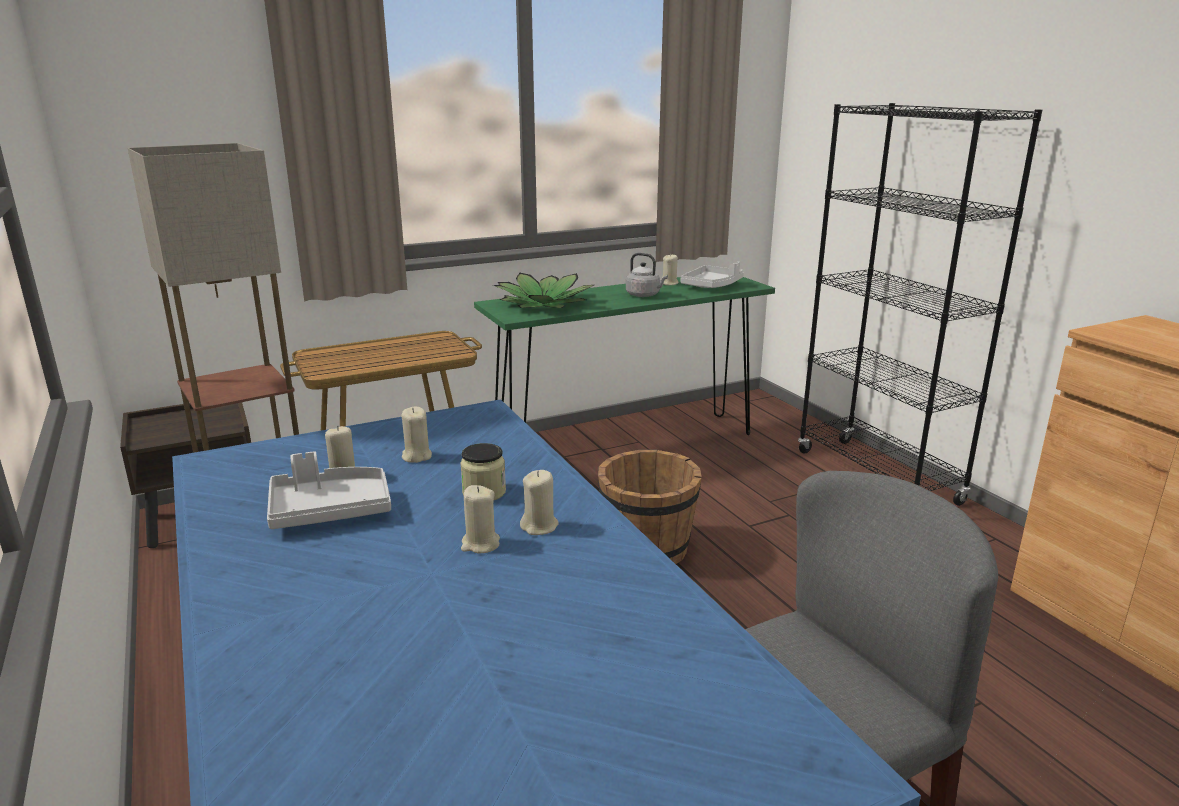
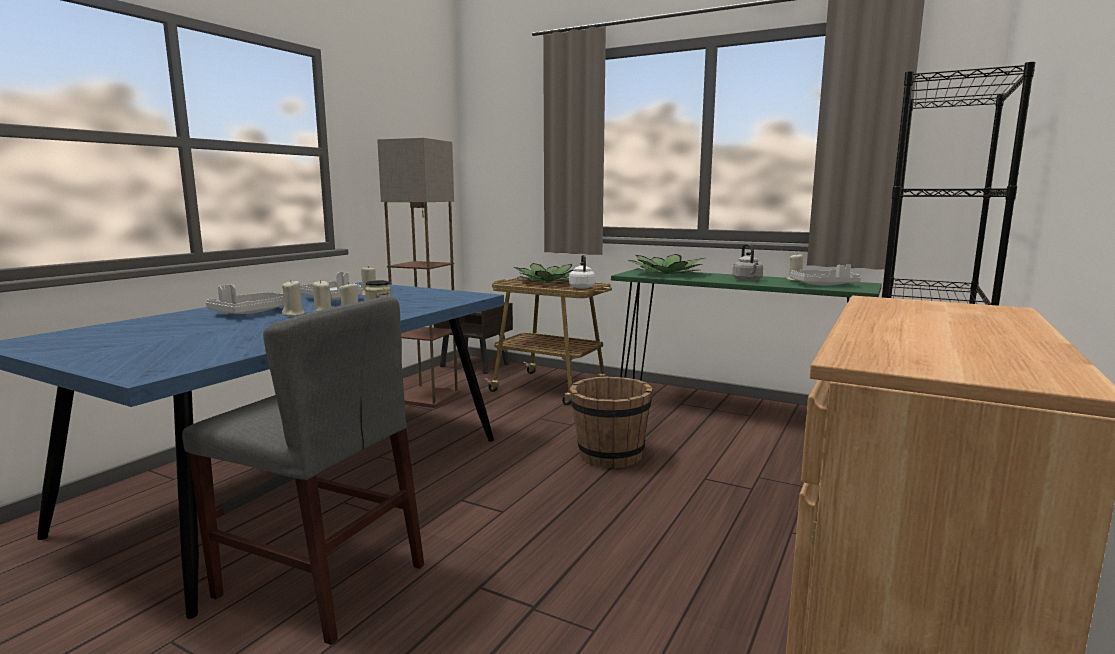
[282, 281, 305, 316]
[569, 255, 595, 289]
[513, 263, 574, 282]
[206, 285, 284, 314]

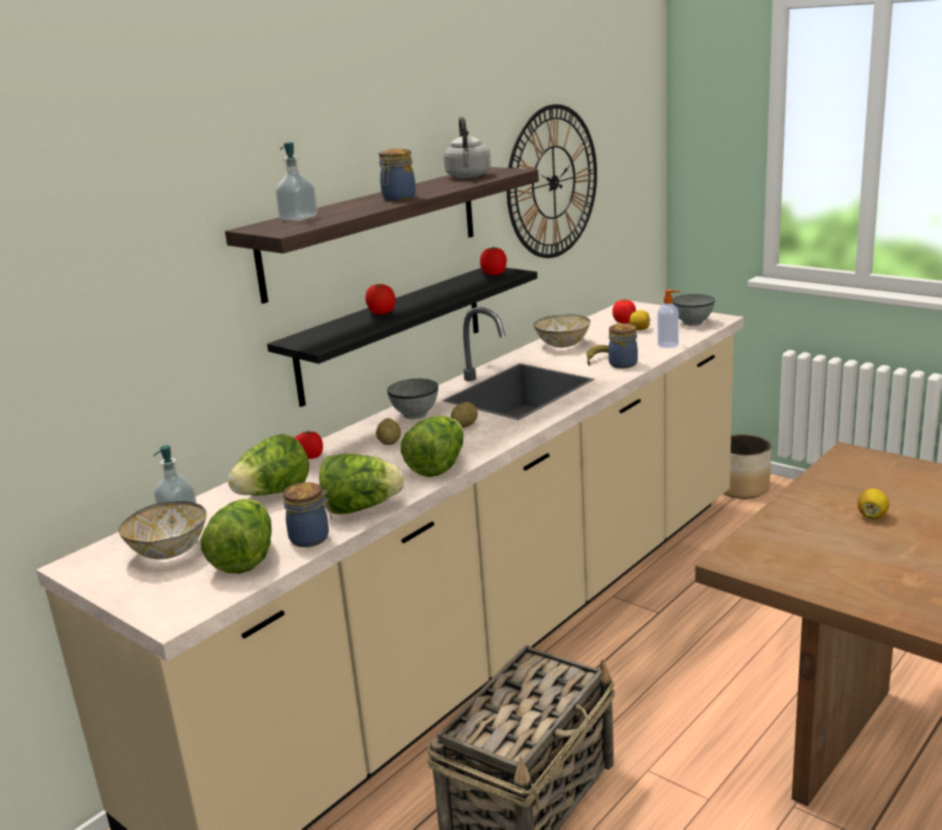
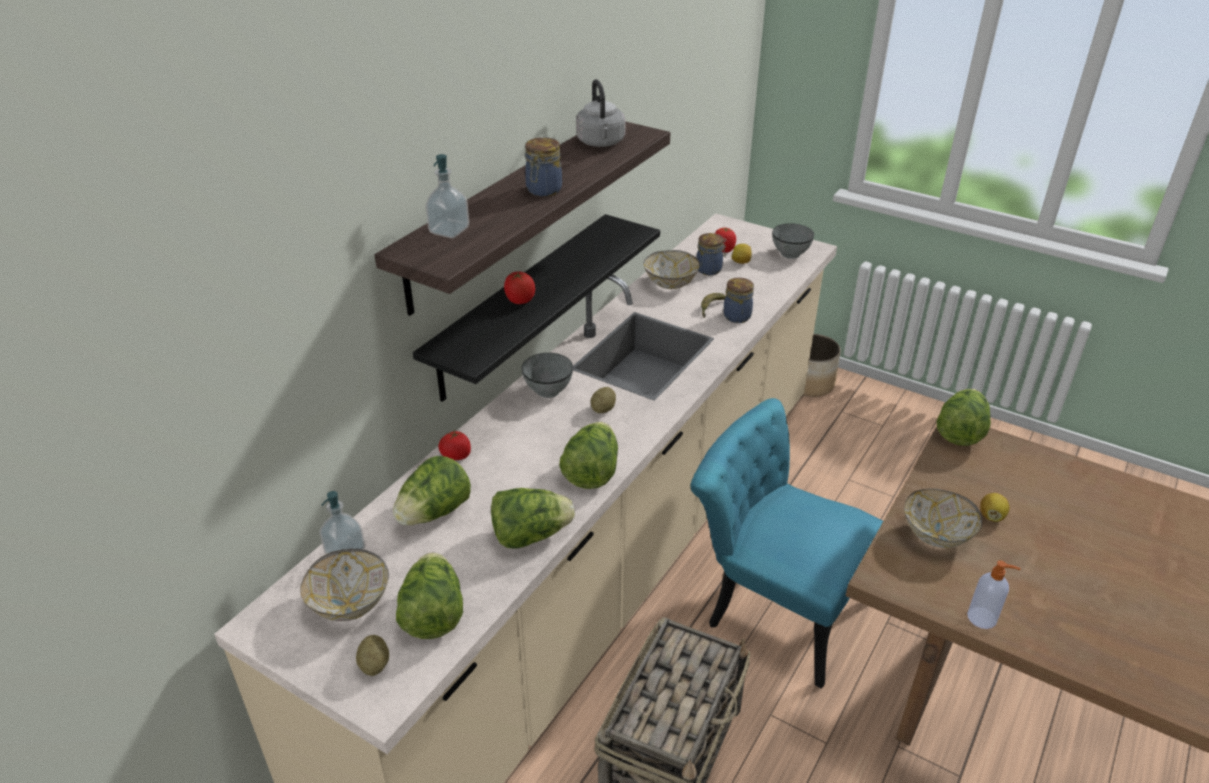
[507, 104, 597, 258] (first image)
[480, 247, 507, 275] (first image)
[967, 560, 1020, 629]
[356, 635, 389, 676]
[696, 233, 726, 275]
[937, 389, 991, 446]
[691, 398, 883, 689]
[904, 488, 982, 548]

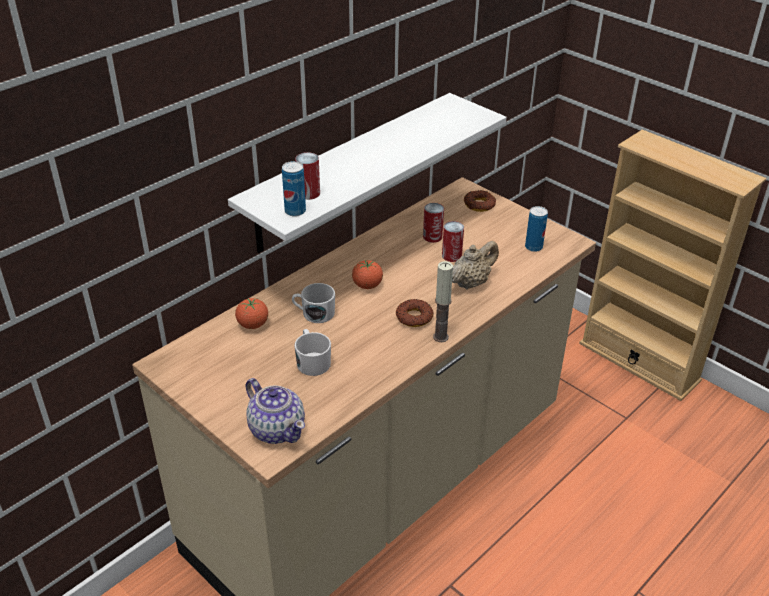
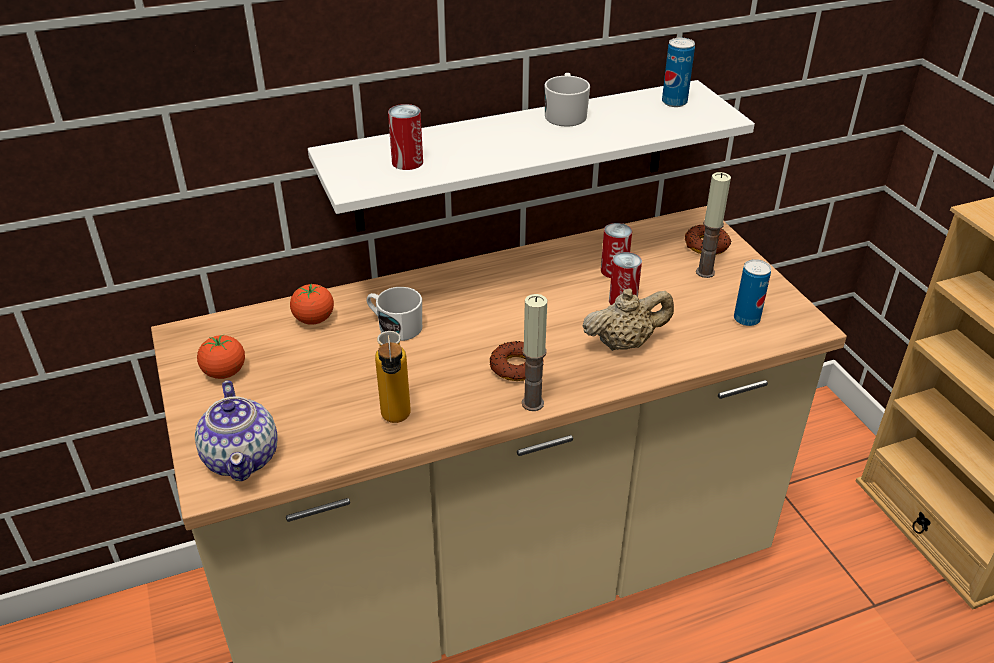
[662, 38, 695, 107]
[197, 334, 245, 379]
[544, 73, 590, 127]
[696, 172, 731, 278]
[375, 331, 411, 423]

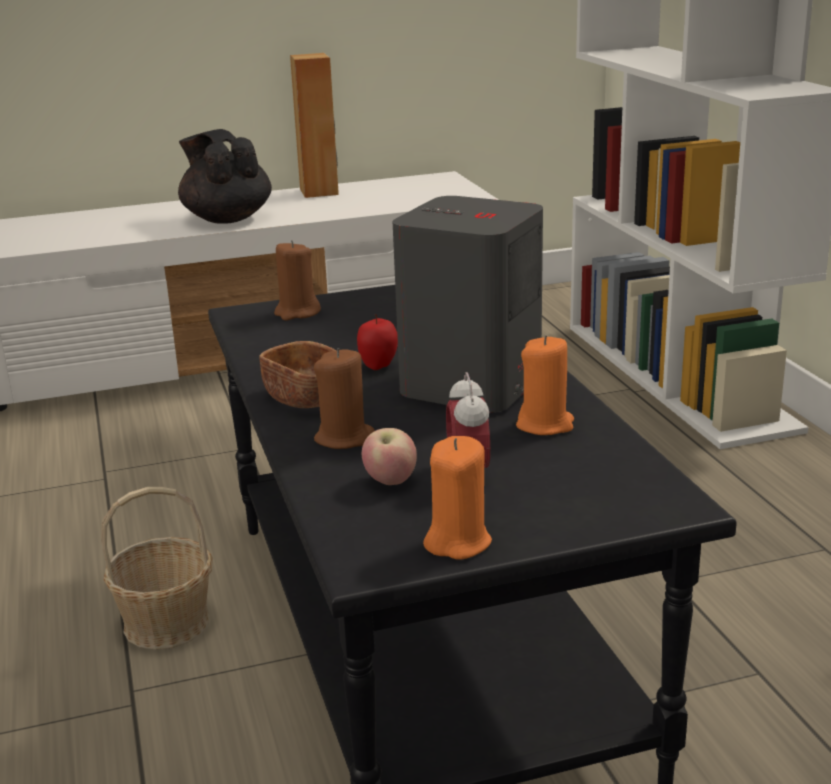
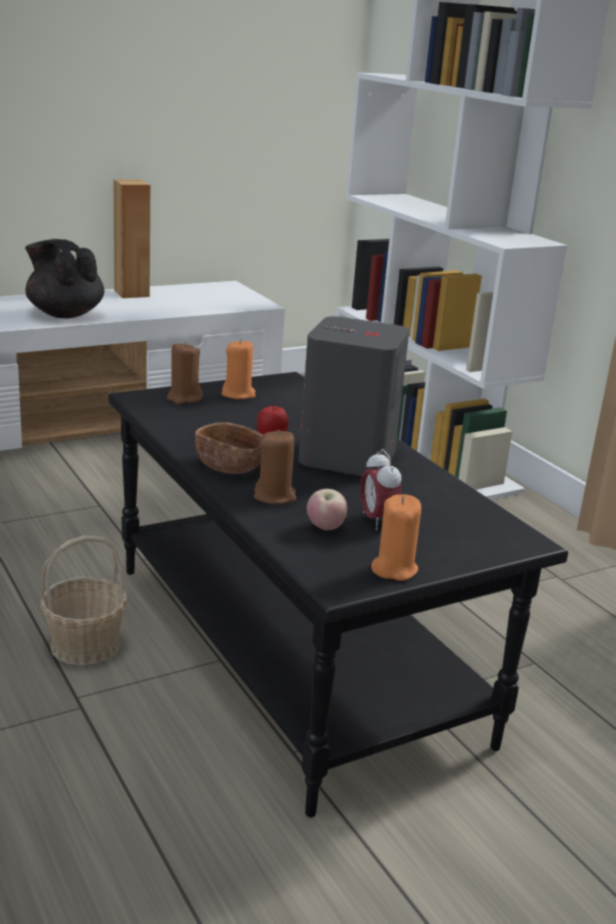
[221, 339, 256, 399]

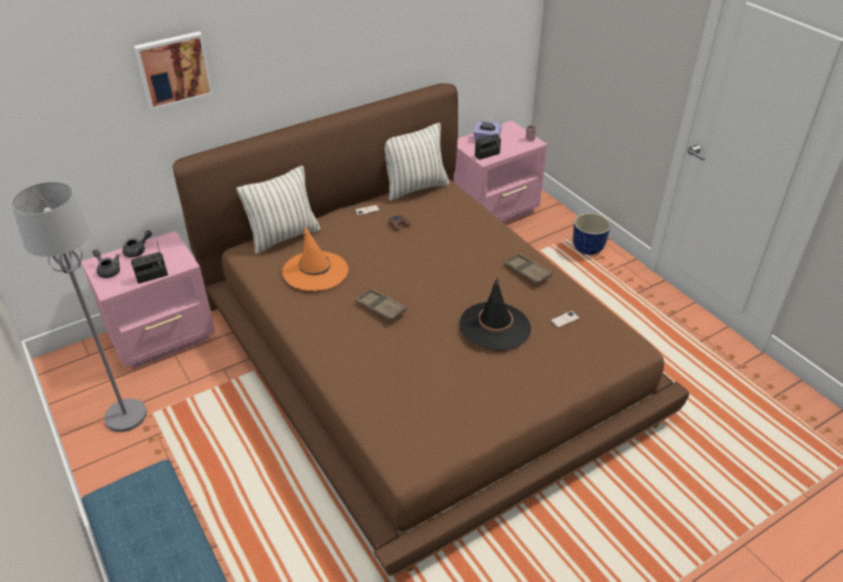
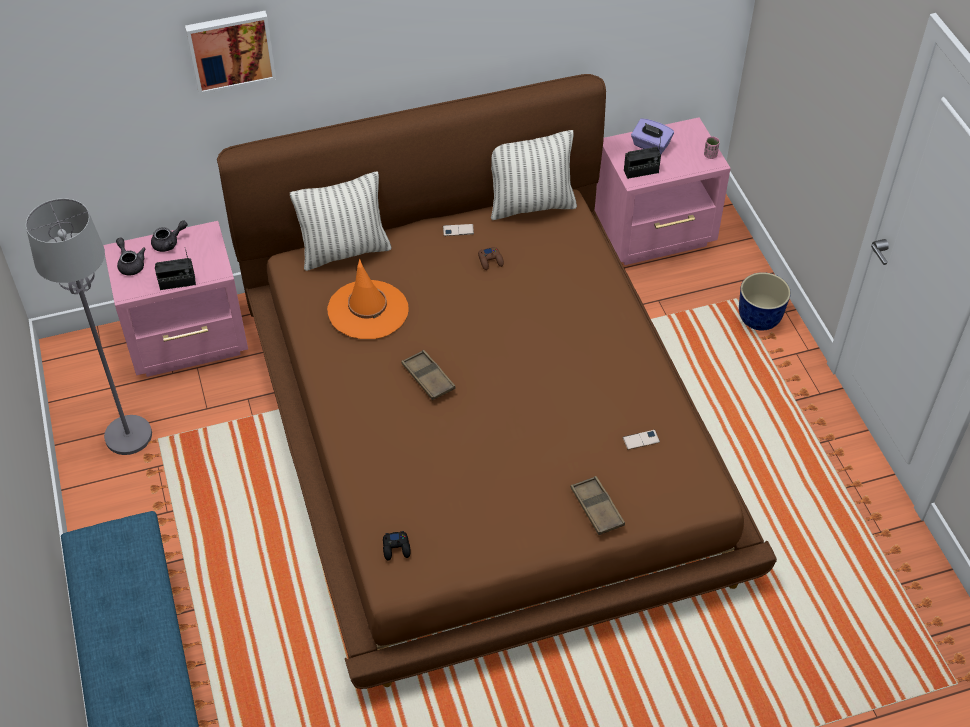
[571, 476, 625, 535]
[460, 278, 531, 351] (first image)
[383, 531, 411, 560]

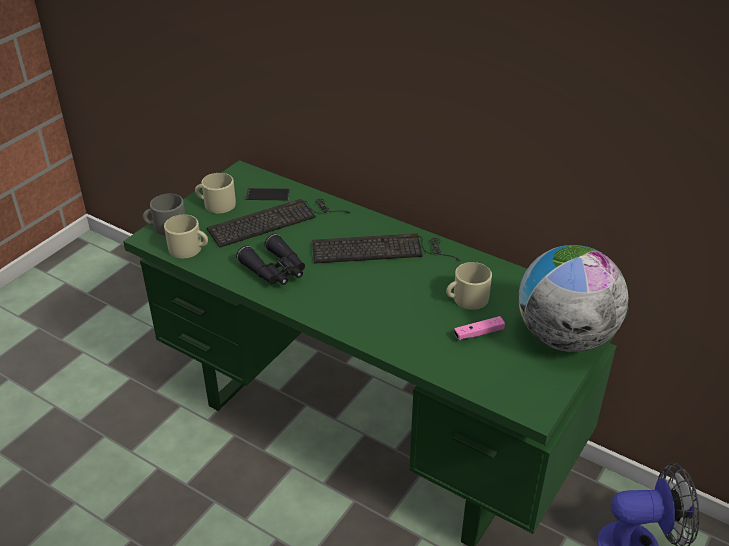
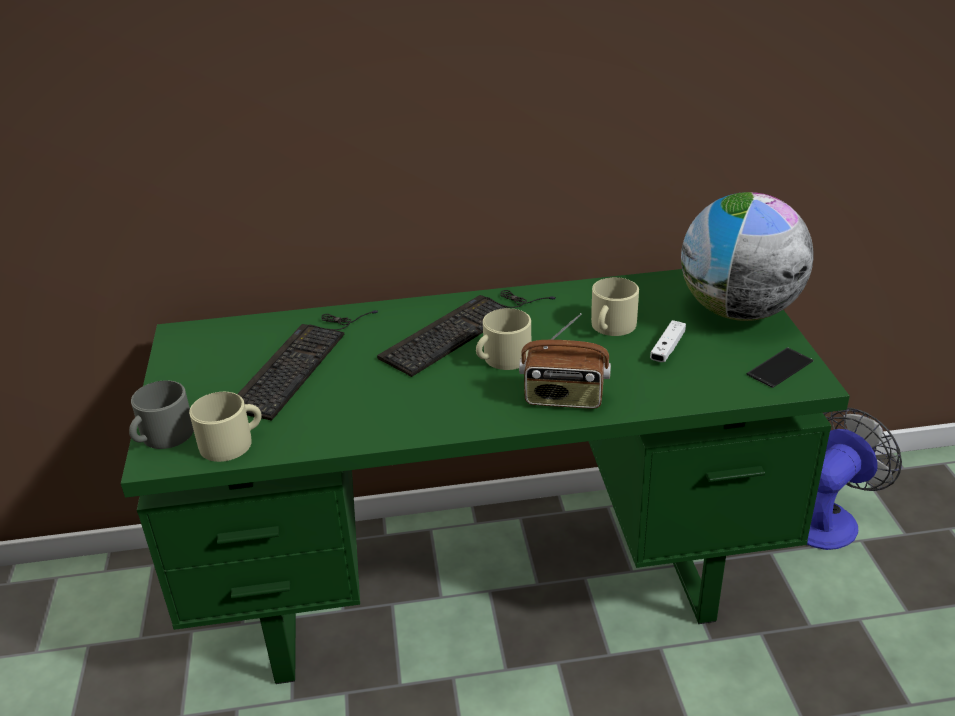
[476, 308, 531, 370]
[746, 347, 814, 388]
[236, 234, 305, 285] (first image)
[650, 320, 686, 362]
[519, 313, 611, 409]

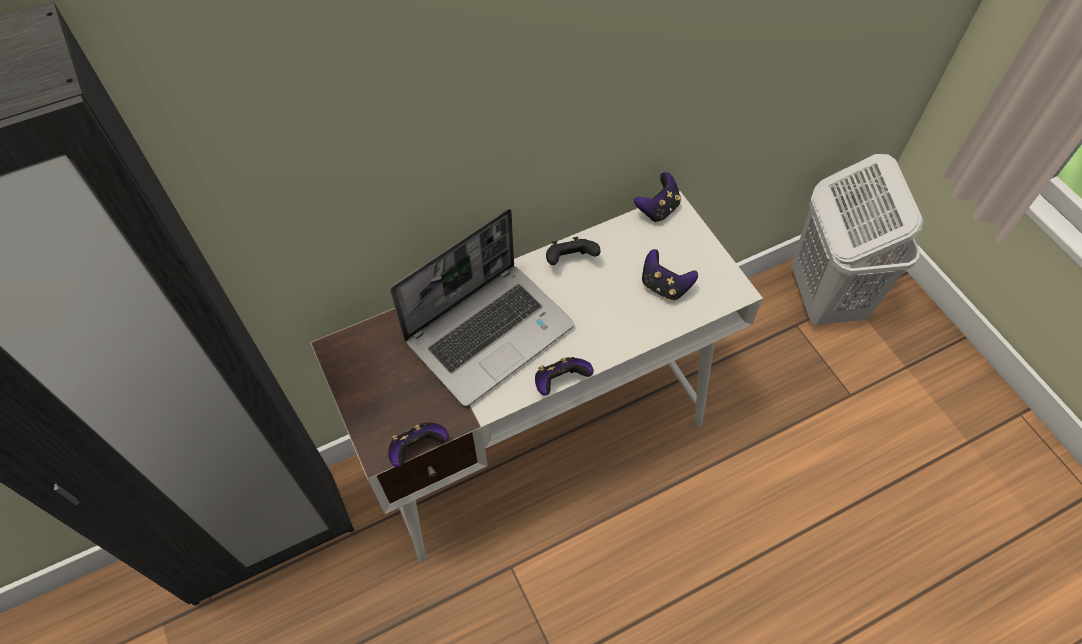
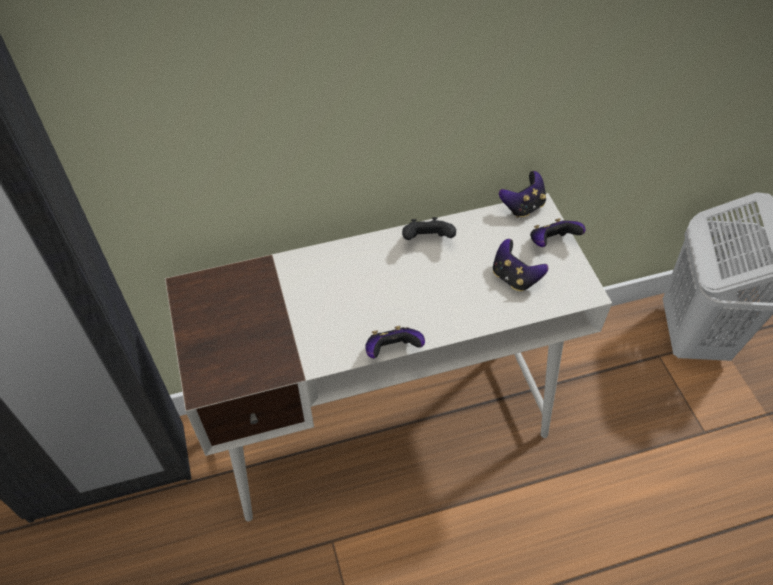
[390, 208, 574, 406] (first image)
[530, 218, 586, 247]

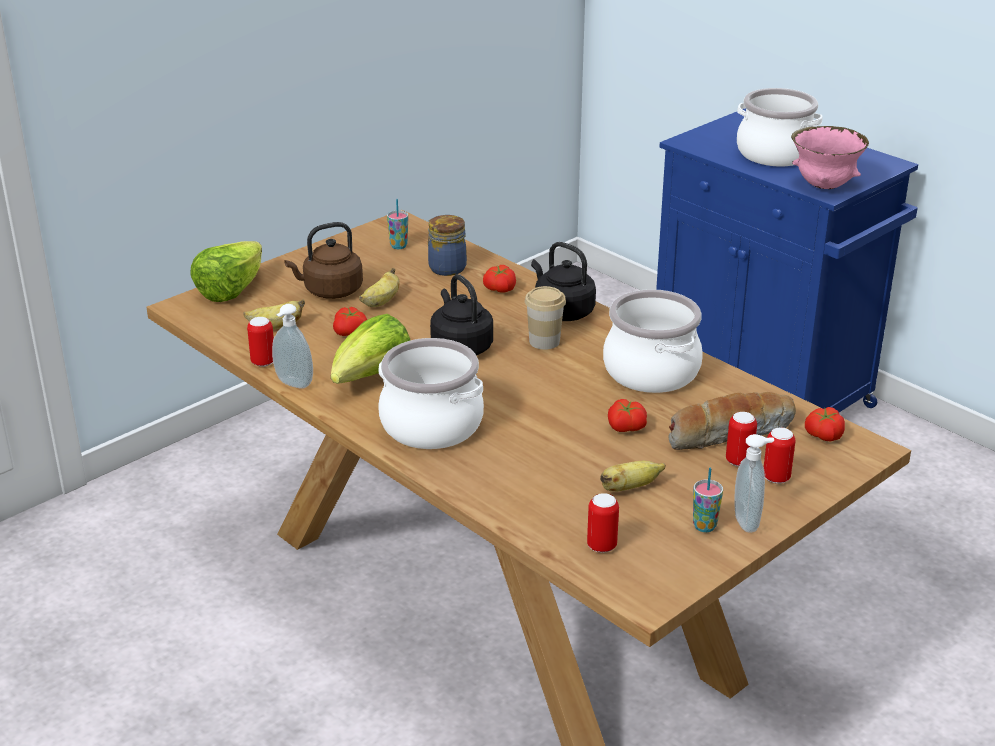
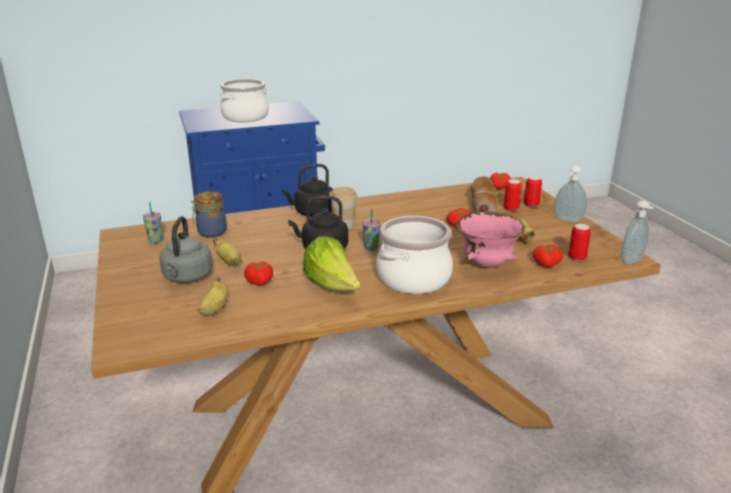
[456, 212, 525, 268]
[159, 216, 212, 283]
[190, 241, 262, 302] (first image)
[532, 245, 563, 267]
[603, 289, 703, 393] (first image)
[621, 201, 654, 264]
[247, 317, 274, 367] (first image)
[363, 209, 380, 251]

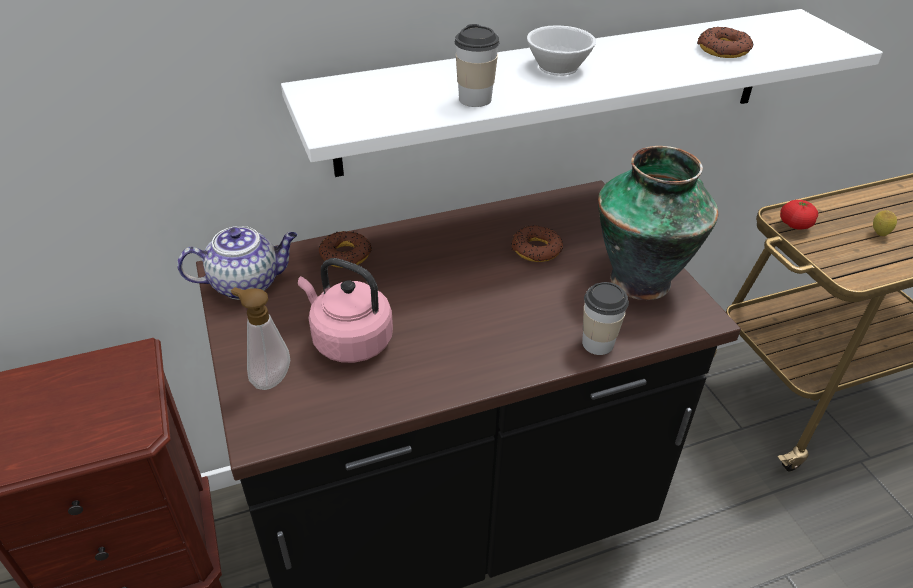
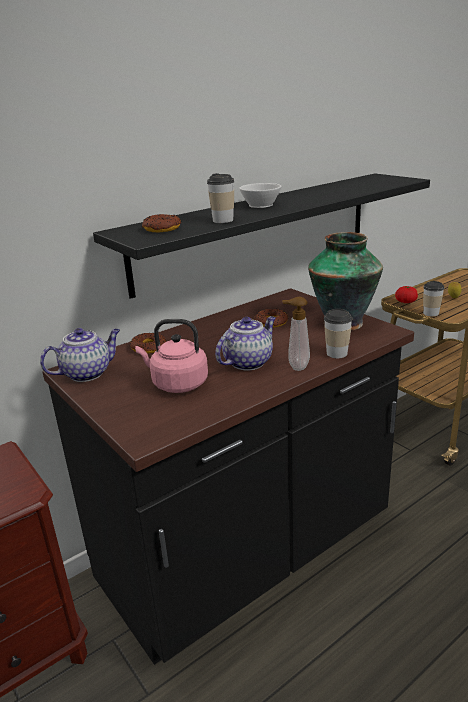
[93, 174, 430, 299]
[142, 214, 181, 232]
[282, 297, 310, 371]
[423, 281, 445, 316]
[215, 316, 276, 371]

